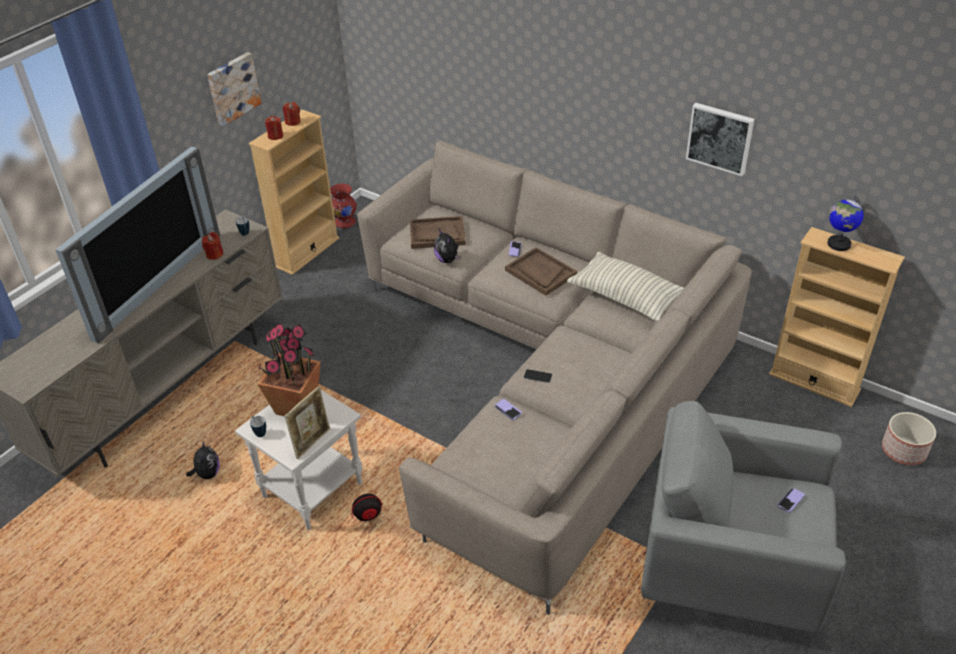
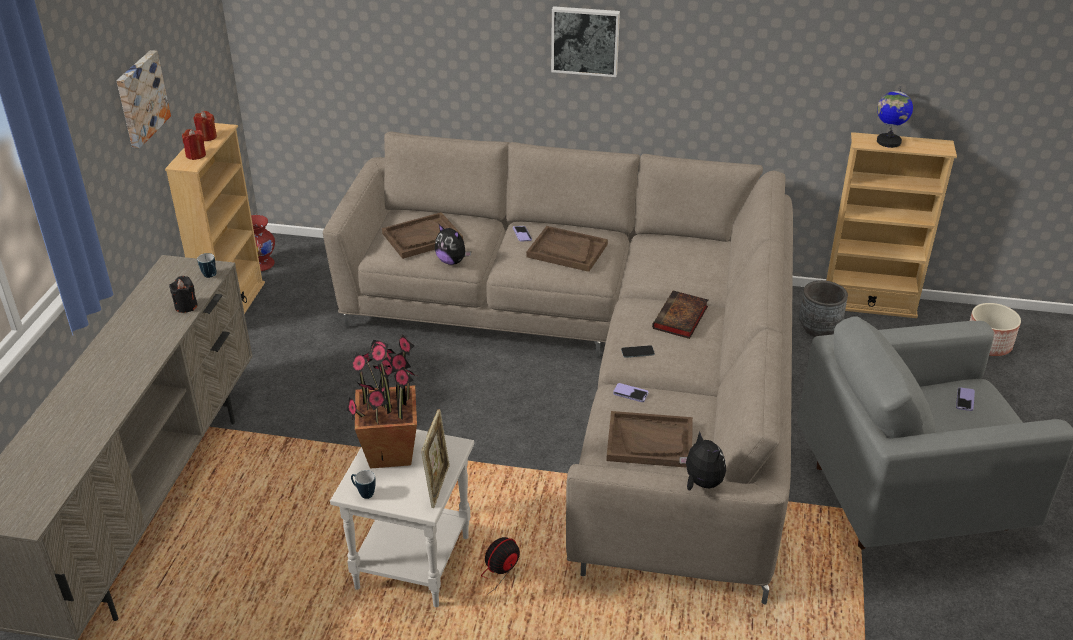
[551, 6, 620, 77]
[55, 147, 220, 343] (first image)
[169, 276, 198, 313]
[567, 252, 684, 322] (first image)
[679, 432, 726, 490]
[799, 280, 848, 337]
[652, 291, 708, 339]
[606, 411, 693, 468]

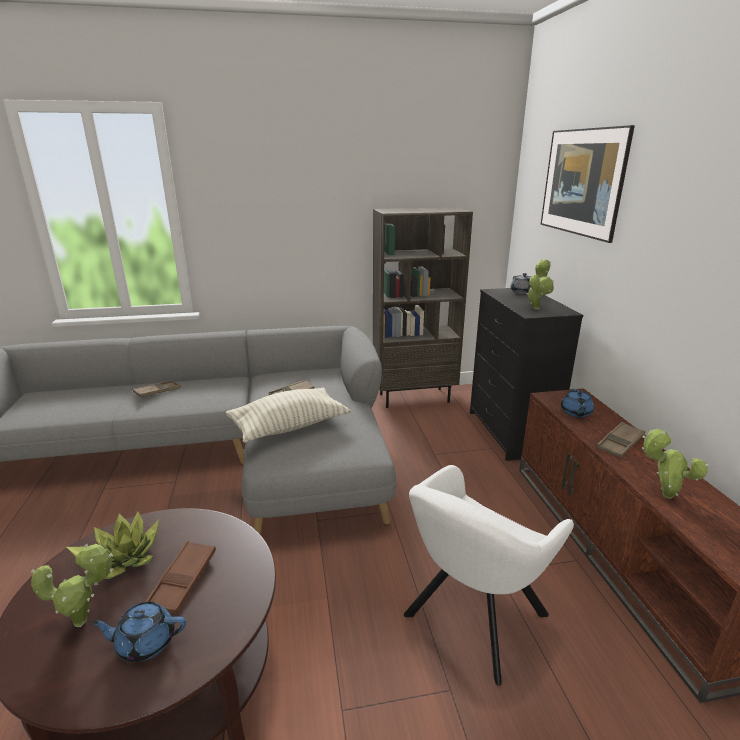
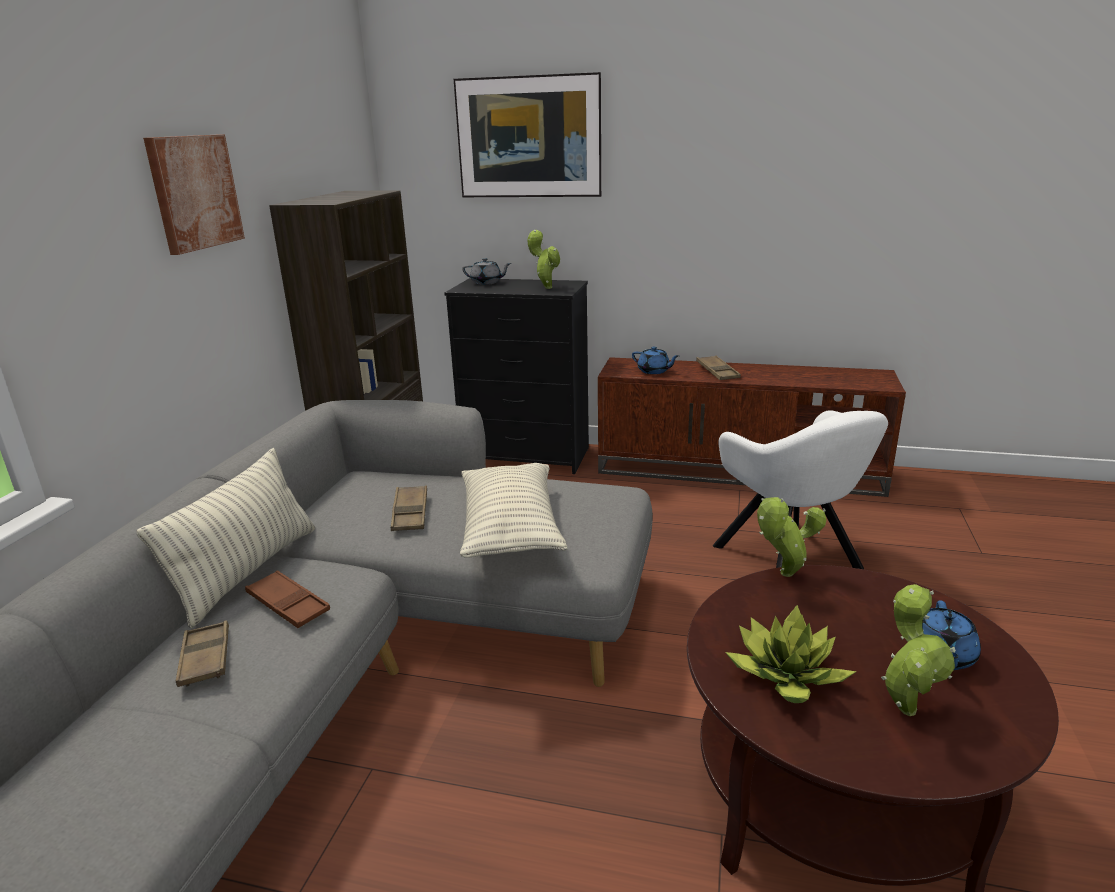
[757, 497, 827, 577]
[245, 570, 330, 628]
[143, 134, 245, 255]
[136, 448, 315, 628]

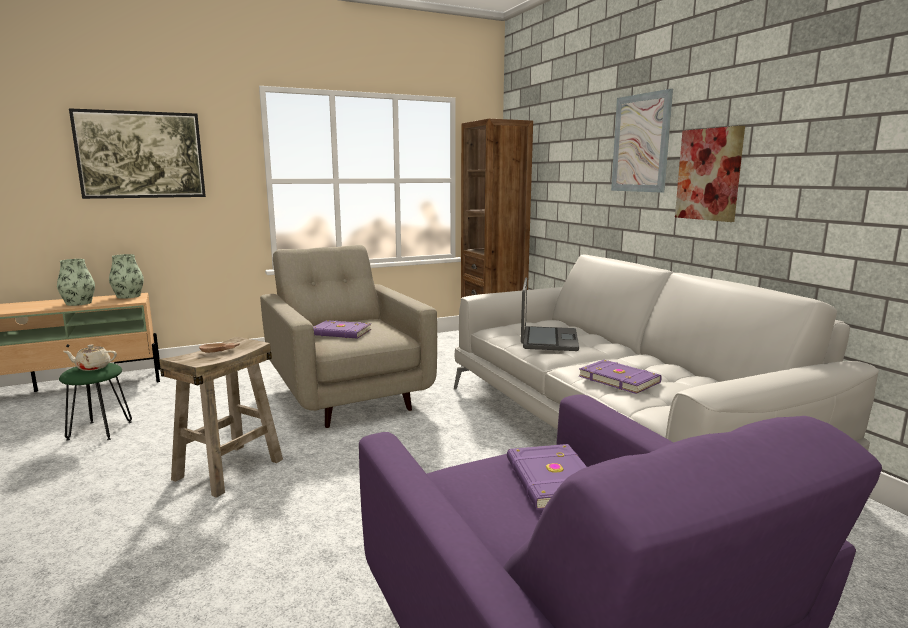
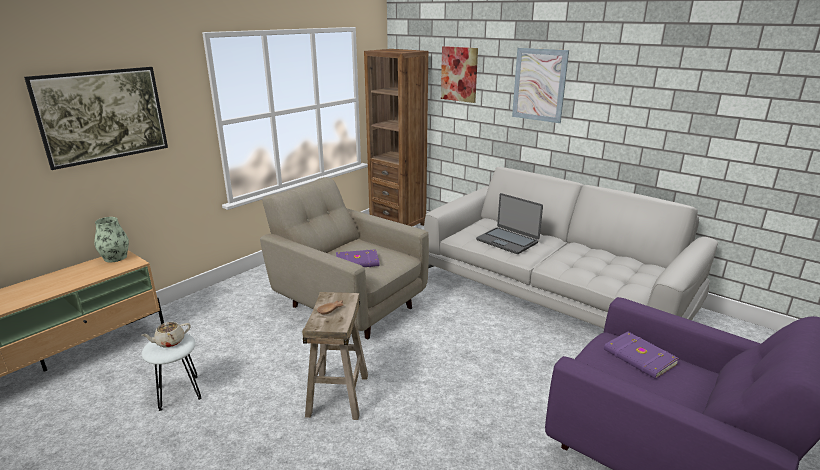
[441, 46, 478, 103]
[57, 259, 95, 306] (first image)
[476, 193, 543, 254]
[579, 360, 662, 394] (first image)
[142, 333, 201, 411]

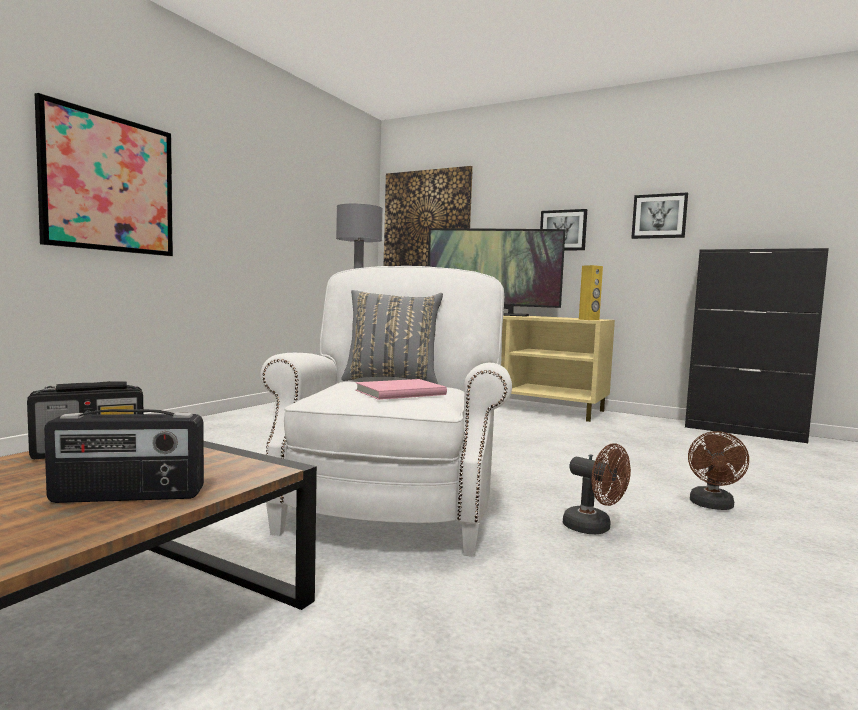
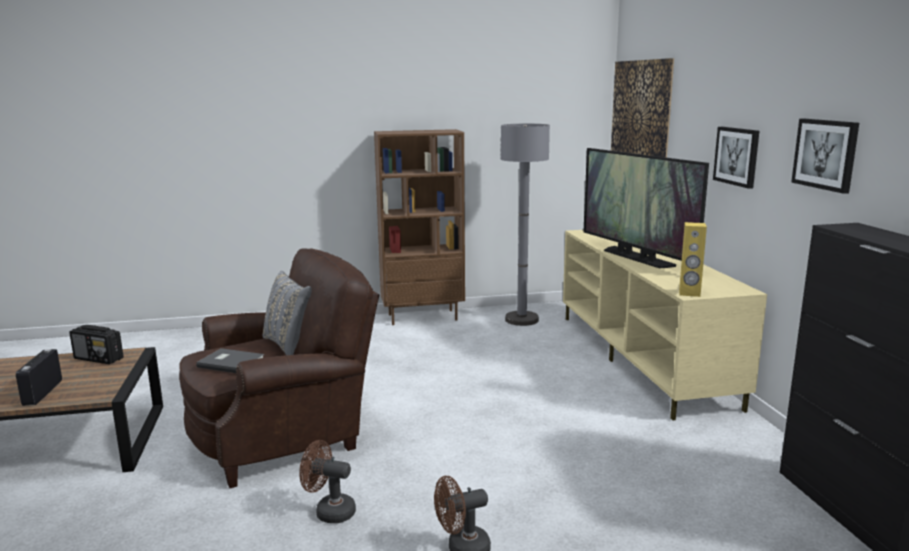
[35, 93, 173, 256] (first image)
[179, 248, 379, 488]
[196, 348, 264, 373]
[16, 349, 62, 406]
[299, 440, 356, 523]
[374, 129, 465, 325]

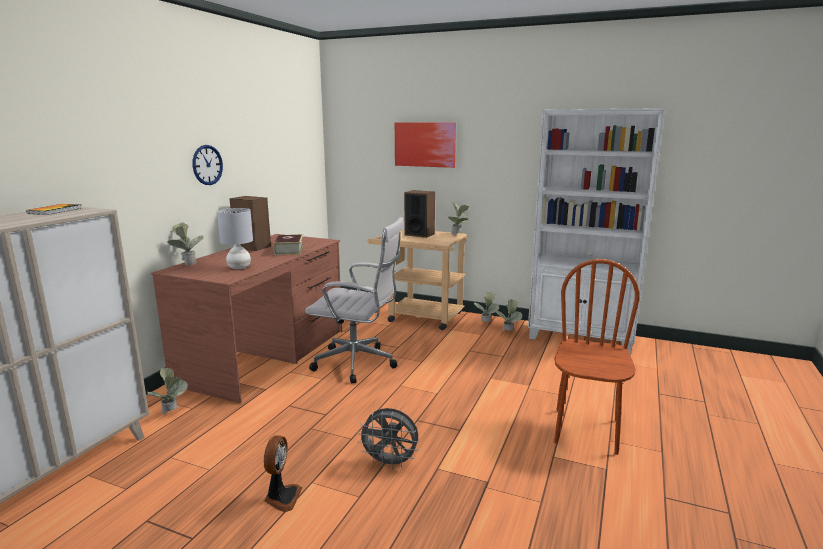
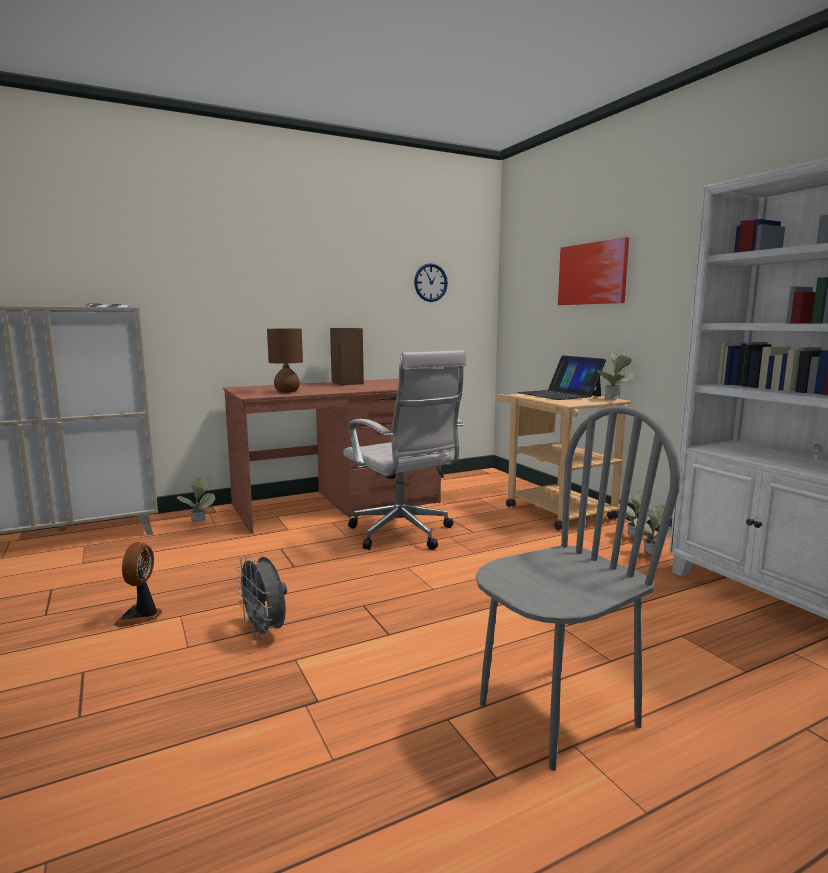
[414, 263, 448, 302]
[517, 356, 606, 400]
[267, 329, 303, 393]
[167, 222, 204, 266] (first image)
[273, 234, 304, 255] (first image)
[476, 406, 680, 771]
[114, 542, 162, 627]

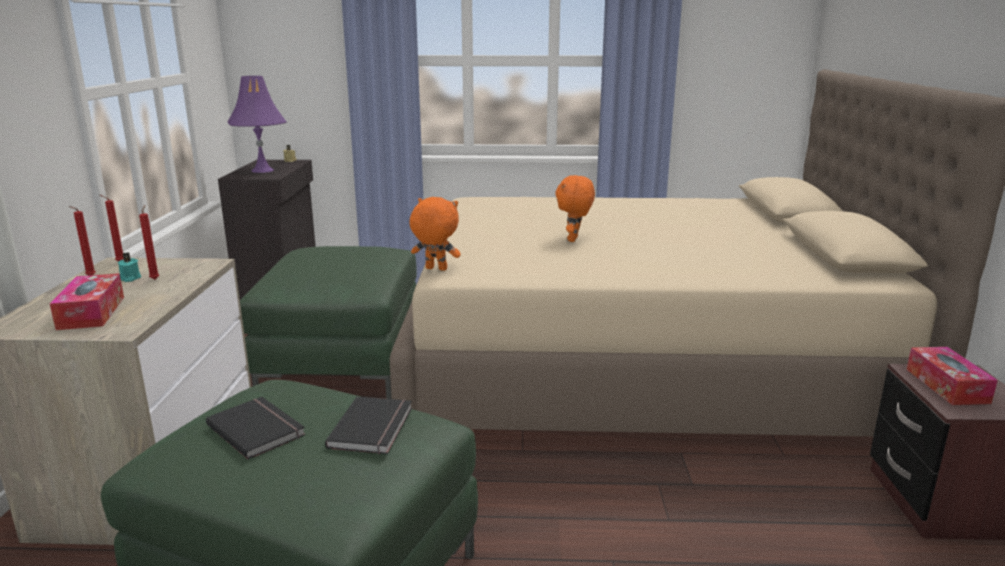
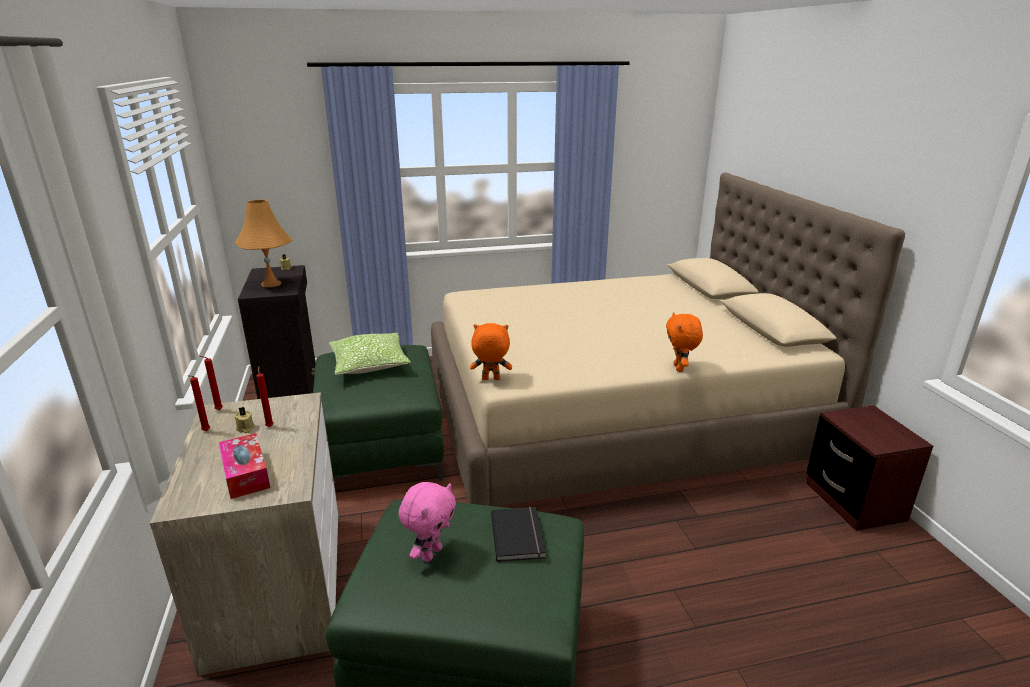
[235, 200, 293, 287]
[666, 312, 703, 372]
[235, 407, 255, 433]
[907, 347, 998, 405] (first image)
[399, 482, 456, 562]
[329, 333, 411, 375]

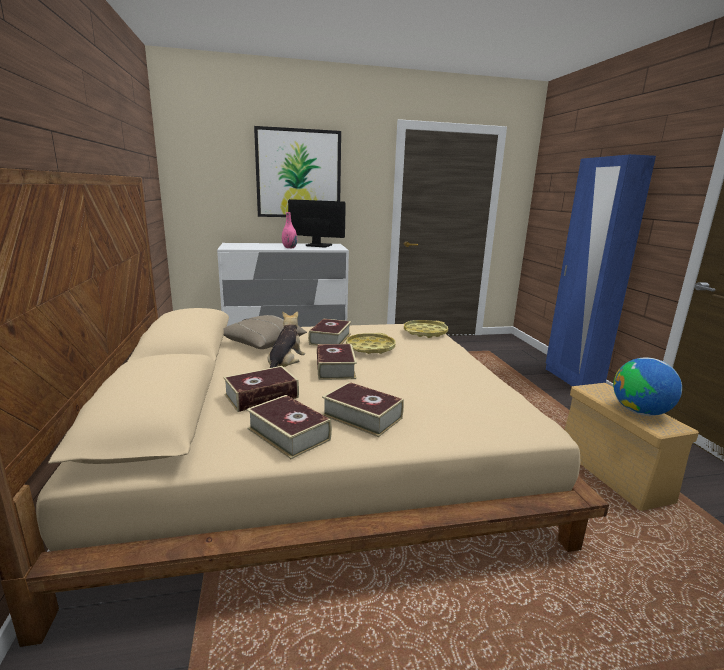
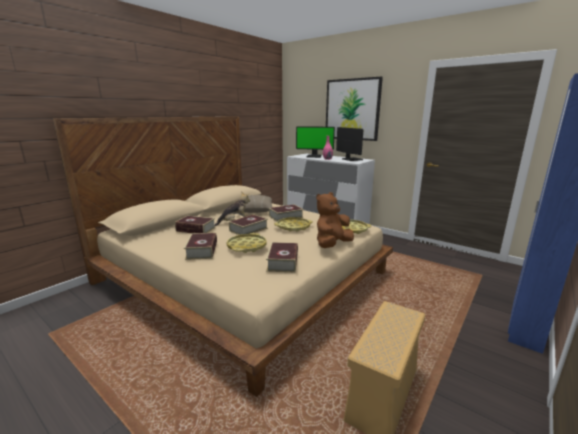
[613, 358, 682, 416] (first image)
[266, 242, 298, 272]
[296, 126, 335, 158]
[316, 192, 354, 248]
[227, 233, 267, 253]

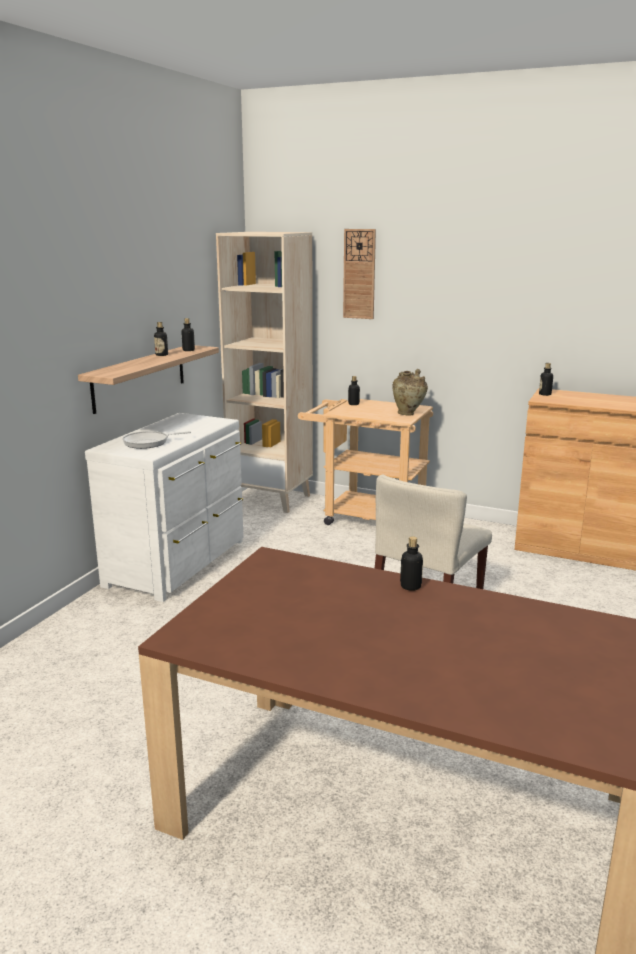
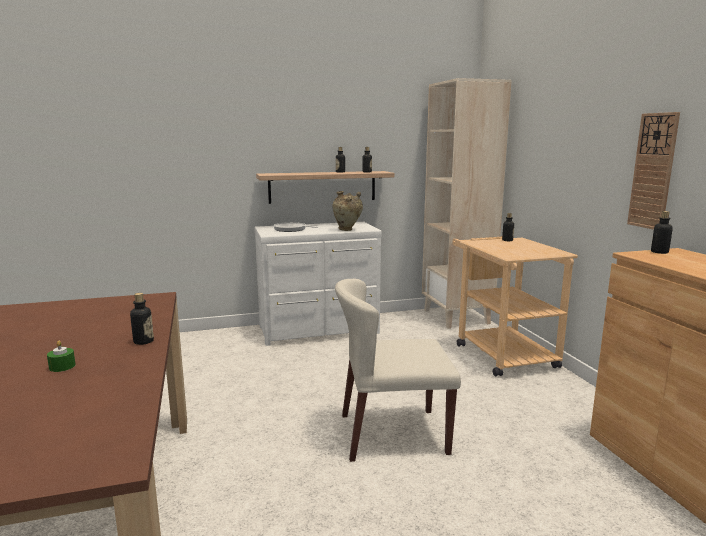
[627, 112, 680, 230]
[332, 191, 363, 231]
[47, 341, 76, 372]

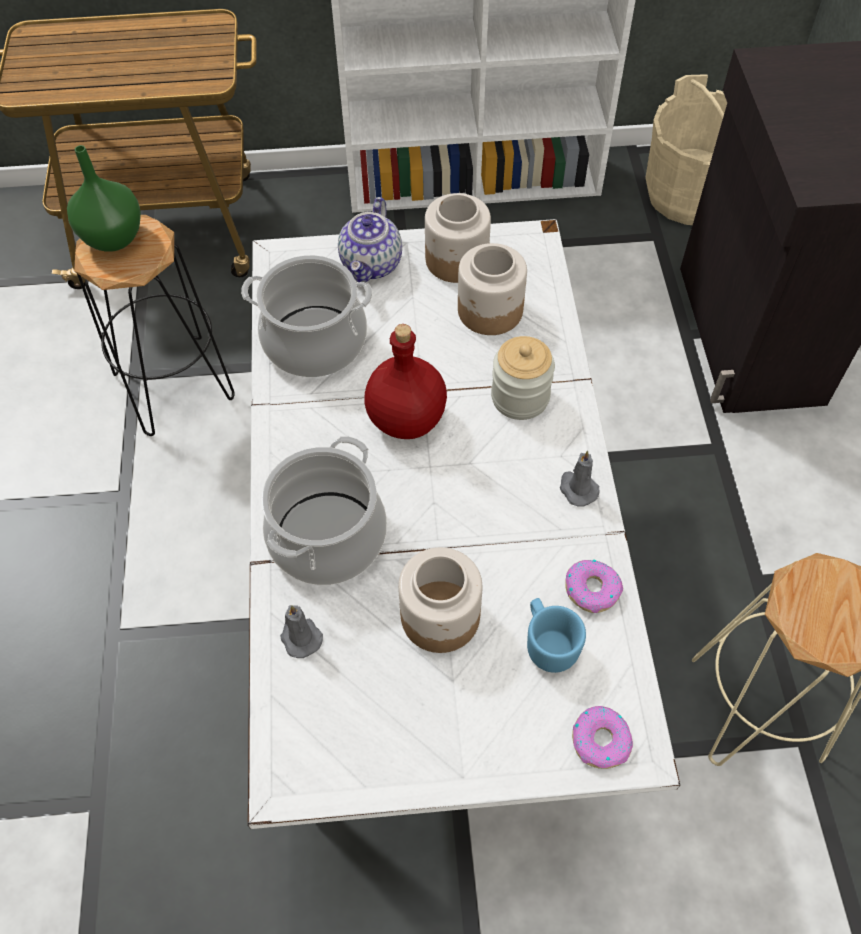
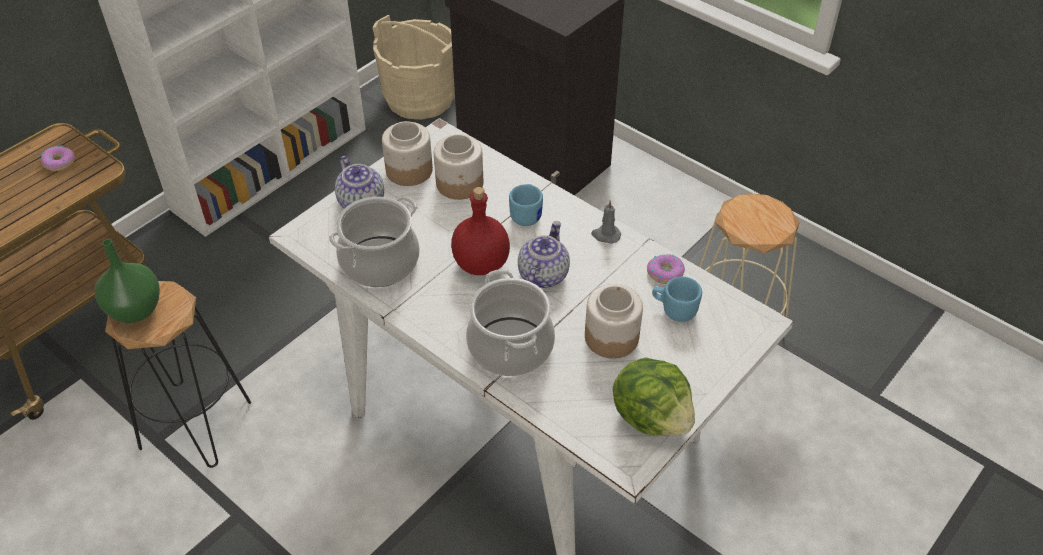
[509, 184, 543, 226]
[280, 605, 323, 658] (first image)
[41, 145, 75, 171]
[518, 221, 570, 288]
[613, 357, 695, 435]

